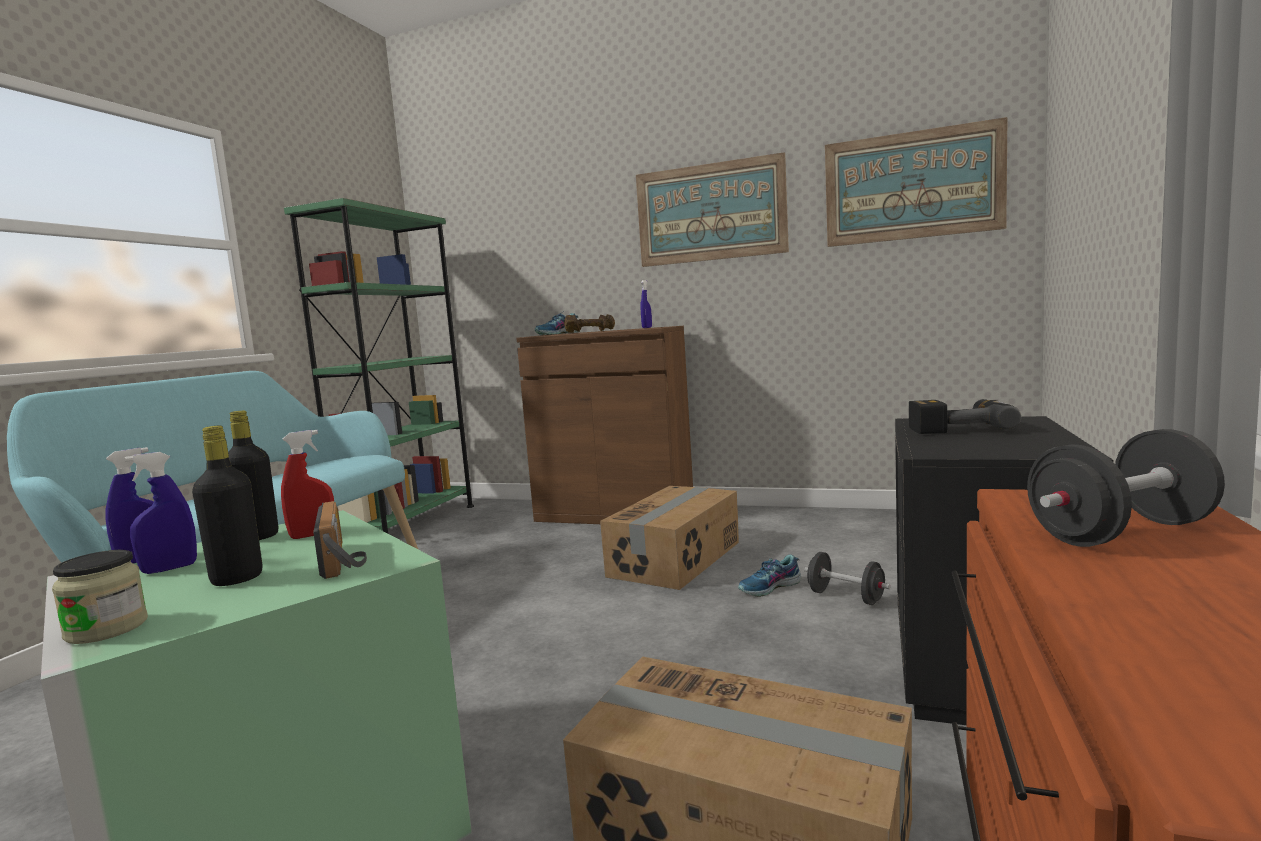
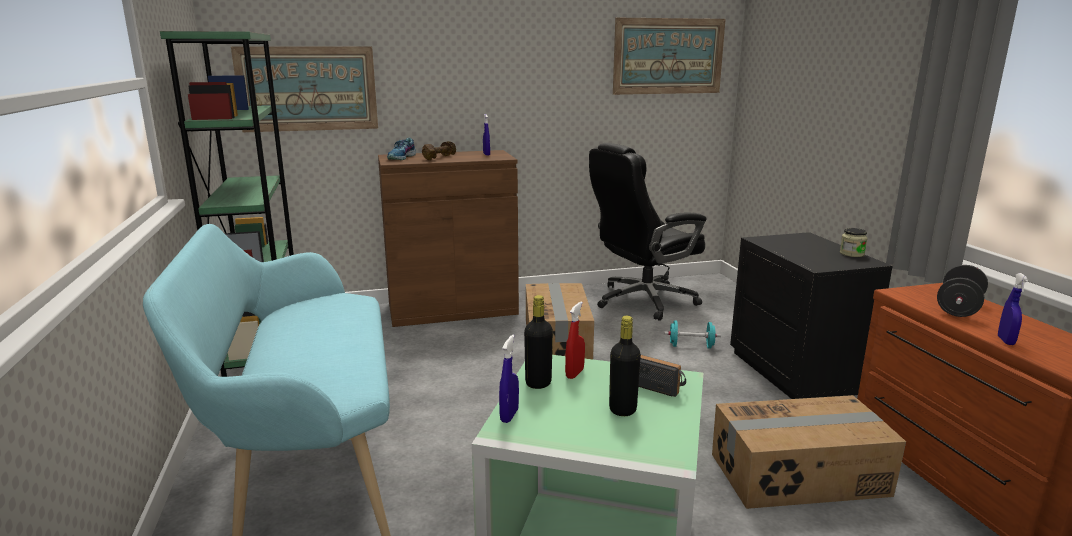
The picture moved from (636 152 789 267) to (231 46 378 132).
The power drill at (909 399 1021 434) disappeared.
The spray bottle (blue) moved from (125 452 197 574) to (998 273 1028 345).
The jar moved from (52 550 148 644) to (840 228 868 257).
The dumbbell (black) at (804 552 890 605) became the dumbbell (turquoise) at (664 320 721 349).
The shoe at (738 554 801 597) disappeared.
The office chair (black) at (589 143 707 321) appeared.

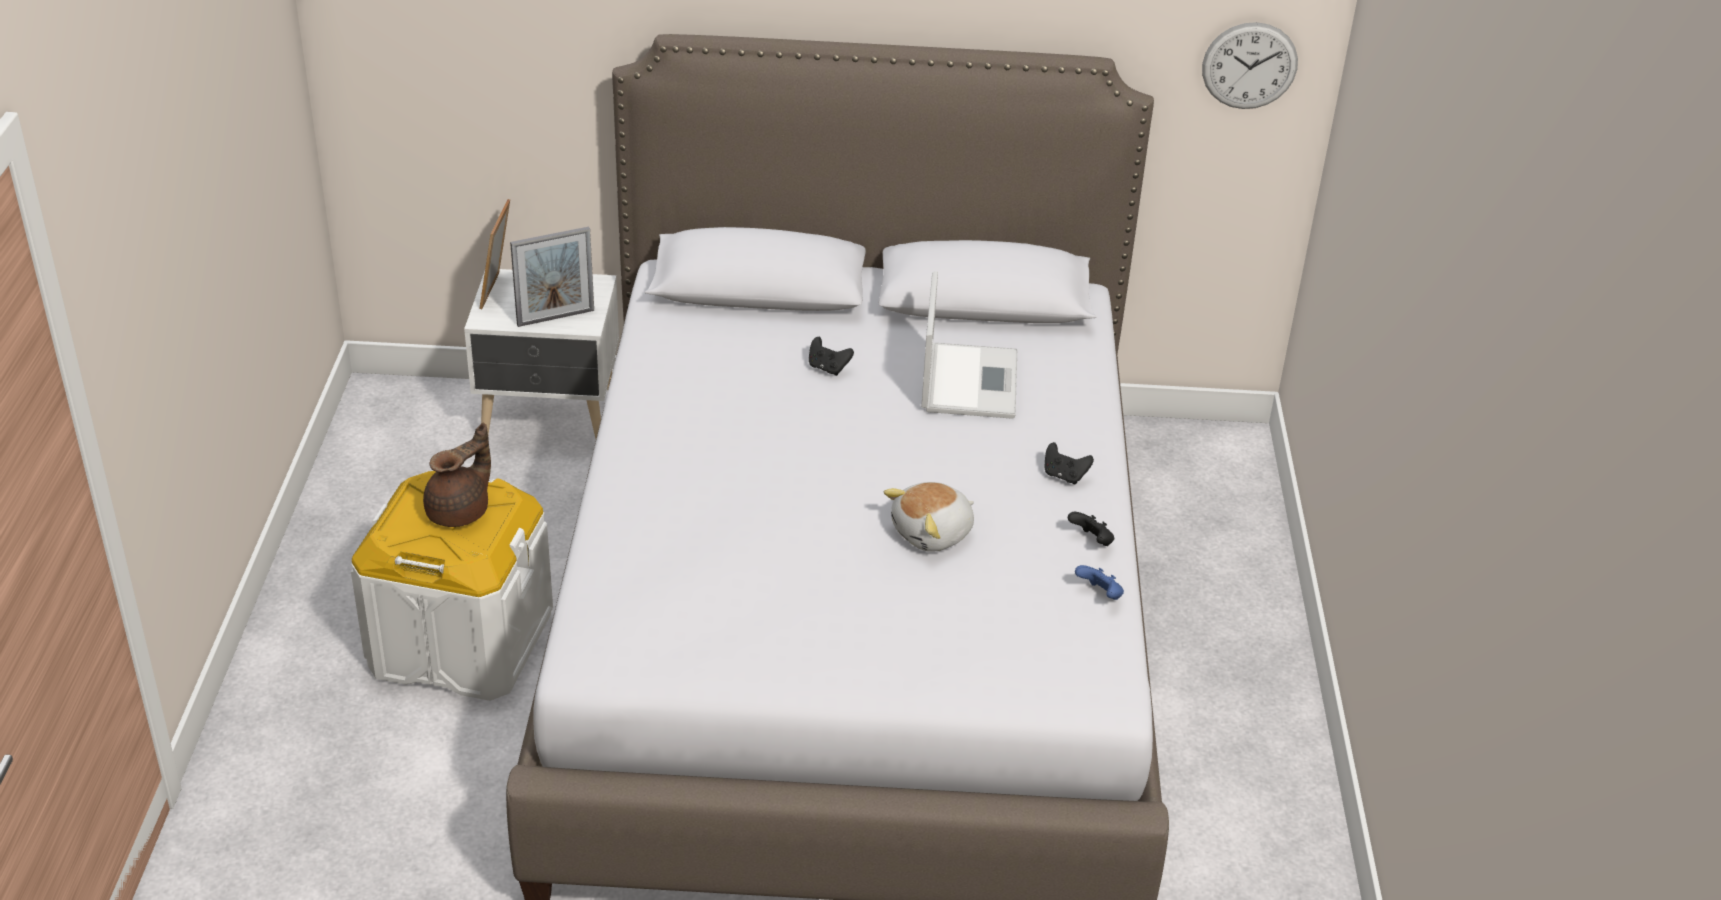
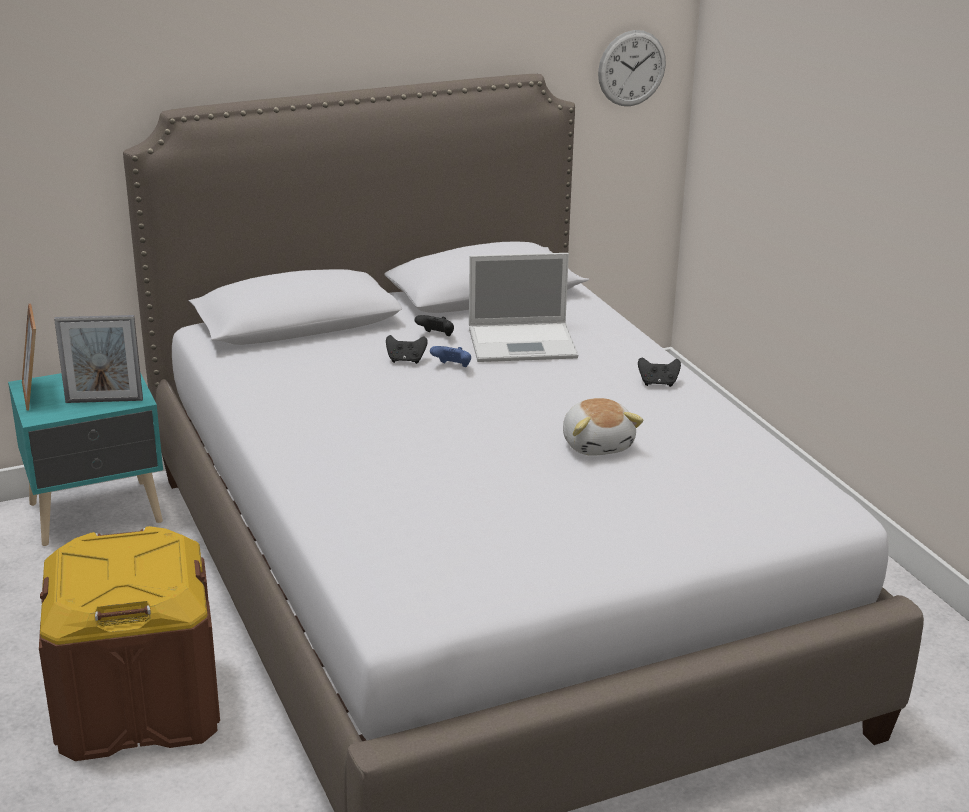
The picture frame at (510 227 594 327) turned 45 degrees clockwise.
The nightstand (white) at (464 269 619 438) became the nightstand (turquoise) at (8 373 163 546).
The laptop at (921 271 1017 419) turned 105 degrees clockwise.
The teapot (brown) at (423 423 491 527) disappeared.
The storage box (white) at (351 471 553 701) became the storage box (brown) at (39 526 220 761).
The plush toy at (884 482 974 552) turned 45 degrees counterclockwise.
The game controller (black) moved from (1068 512 1114 546) to (415 315 454 336).
The game controller (blue) moved from (1075 565 1124 600) to (430 346 471 367).

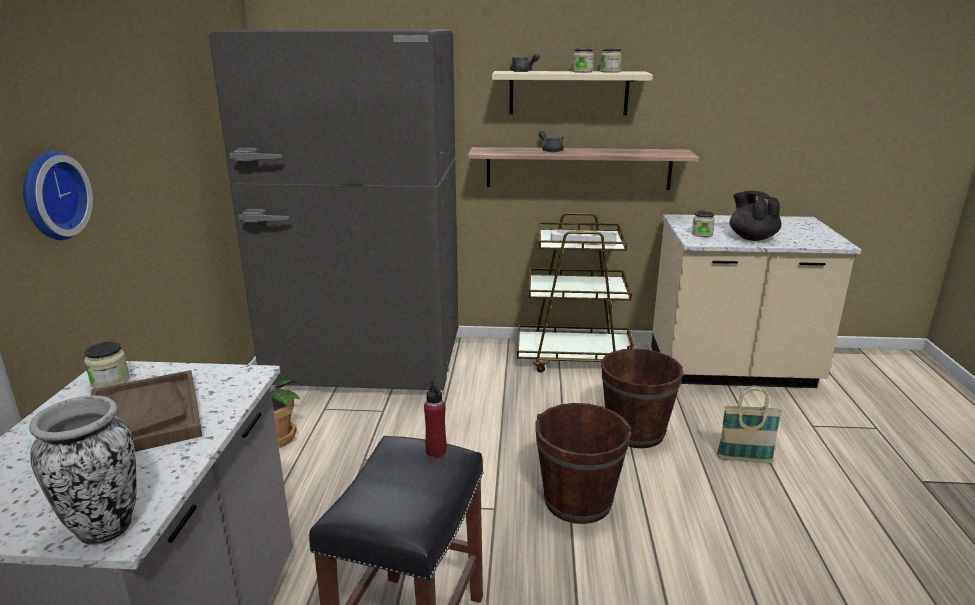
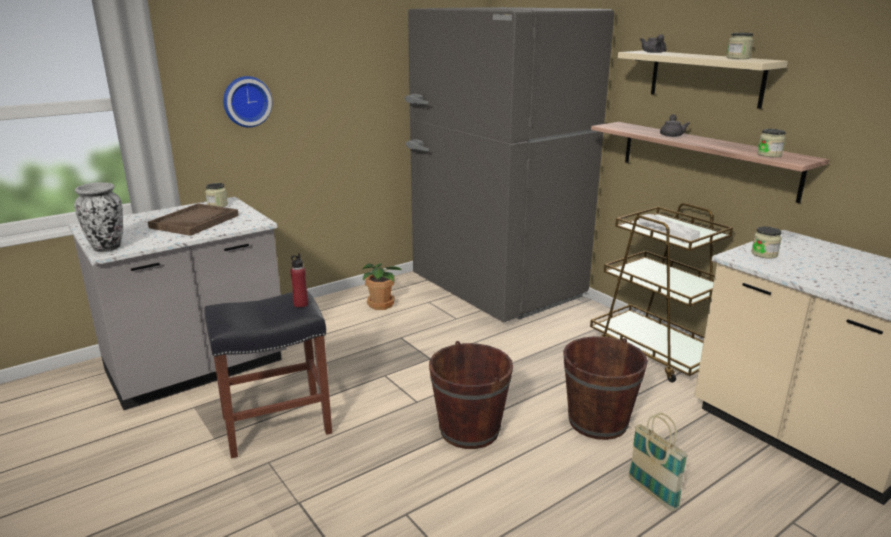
The jar moved from (573 49 594 73) to (757 129 786 157).
The teapot (black) at (730 191 781 241) disappeared.

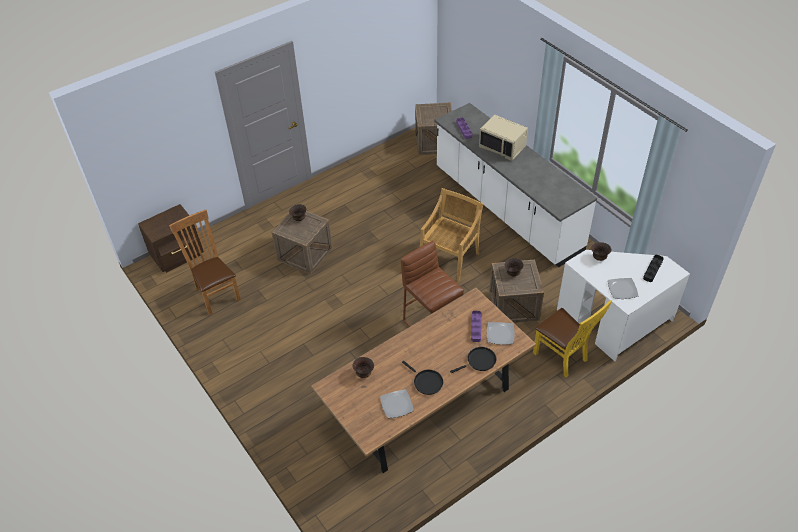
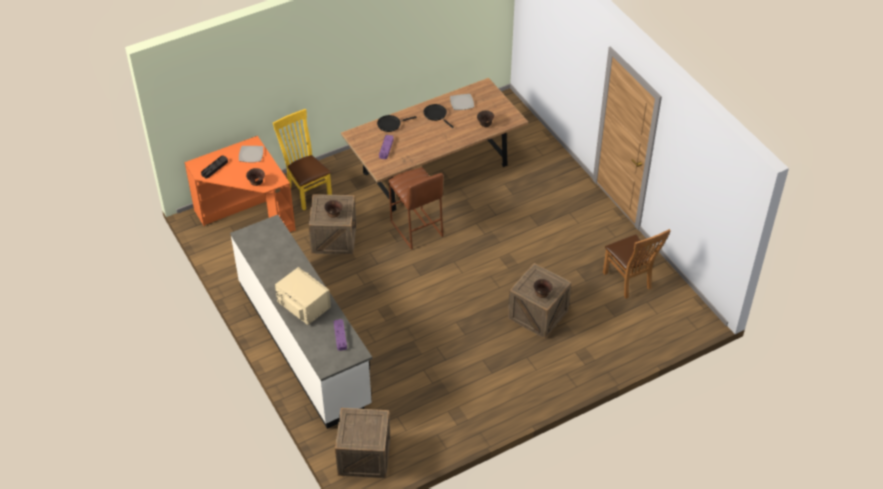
The chair (beige) at (420 188 484 281) disappeared.
The nightstand (brown) at (138 204 204 273) disappeared.
The desk (white) at (557 250 690 361) became the desk (orange) at (185 136 296 232).
The plate at (487 322 515 345) disappeared.

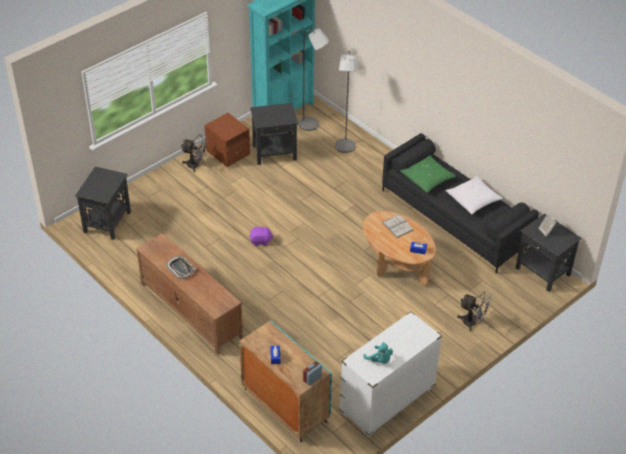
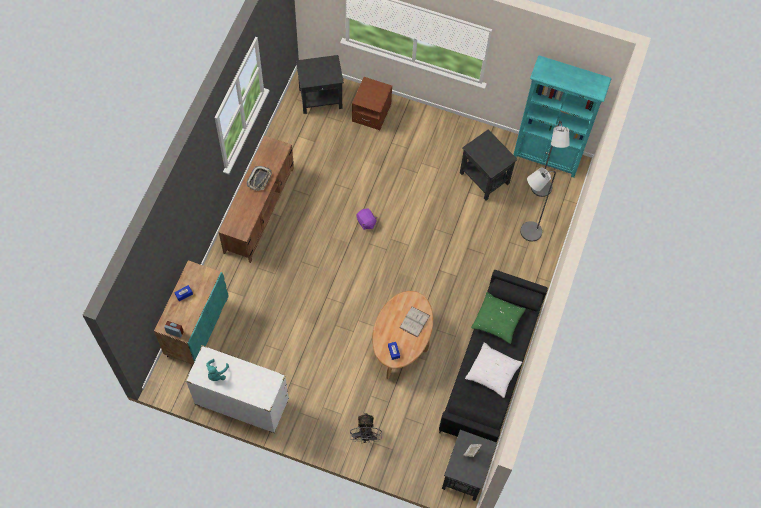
The nightstand (brown) moved from (204 113 250 167) to (352 77 392 131).
The fan (grey) at (181 134 208 172) disappeared.

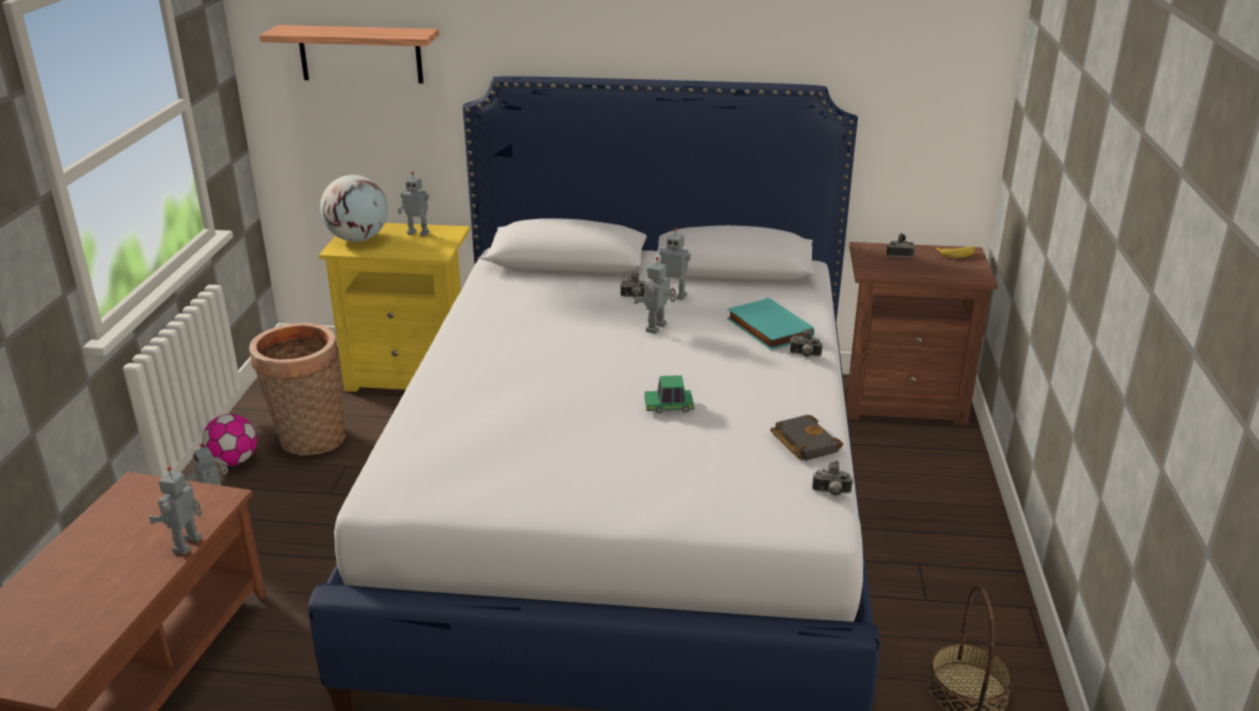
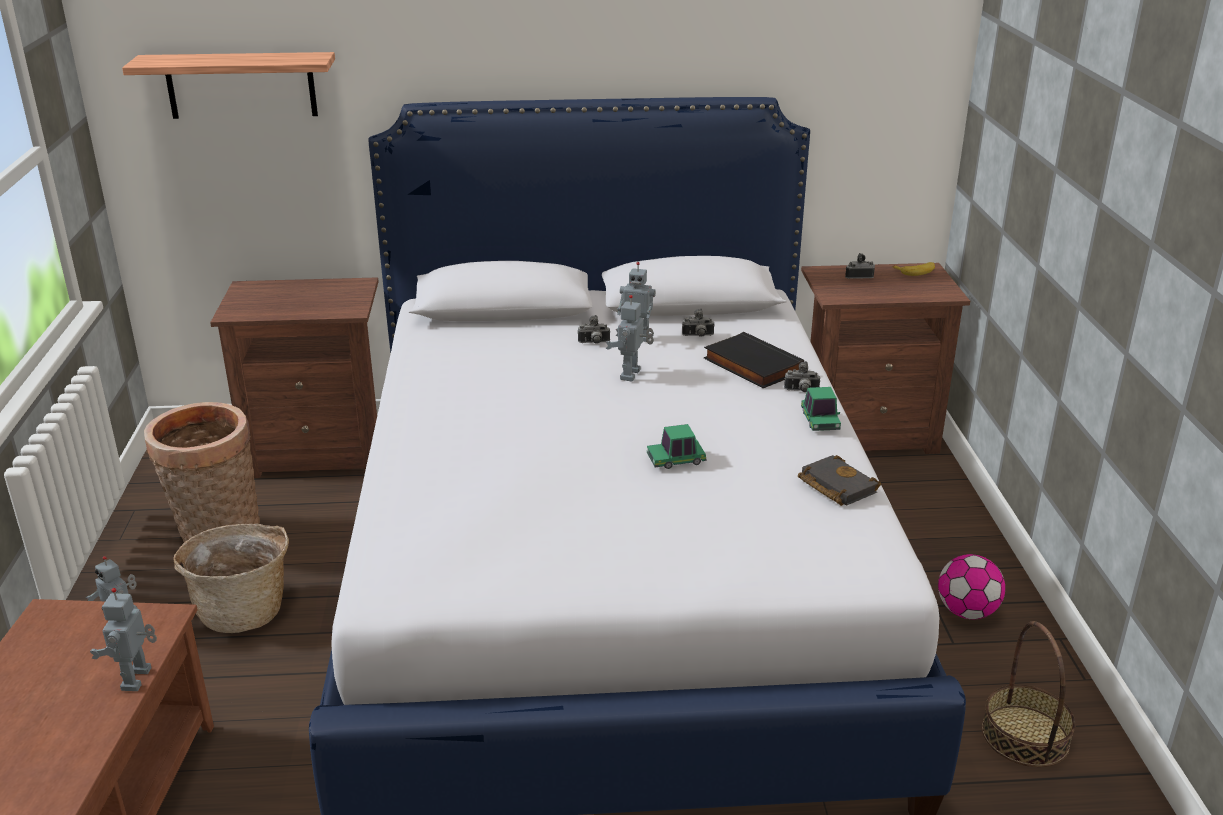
The toy robot at (398 172 430 236) disappeared.
The globe at (320 175 388 242) disappeared.
The nightstand (yellow) at (319 223 470 392) became the nightstand (brown) at (210 277 379 478).
The book (turquoise) at (727 298 814 350) became the book (black) at (704 332 804 388).
The football moved from (202 414 257 466) to (938 554 1005 619).
The photo camera moved from (812 461 853 496) to (682 309 715 337).
The toy car at (801 387 841 431) appeared.
The basket at (174 524 289 633) appeared.

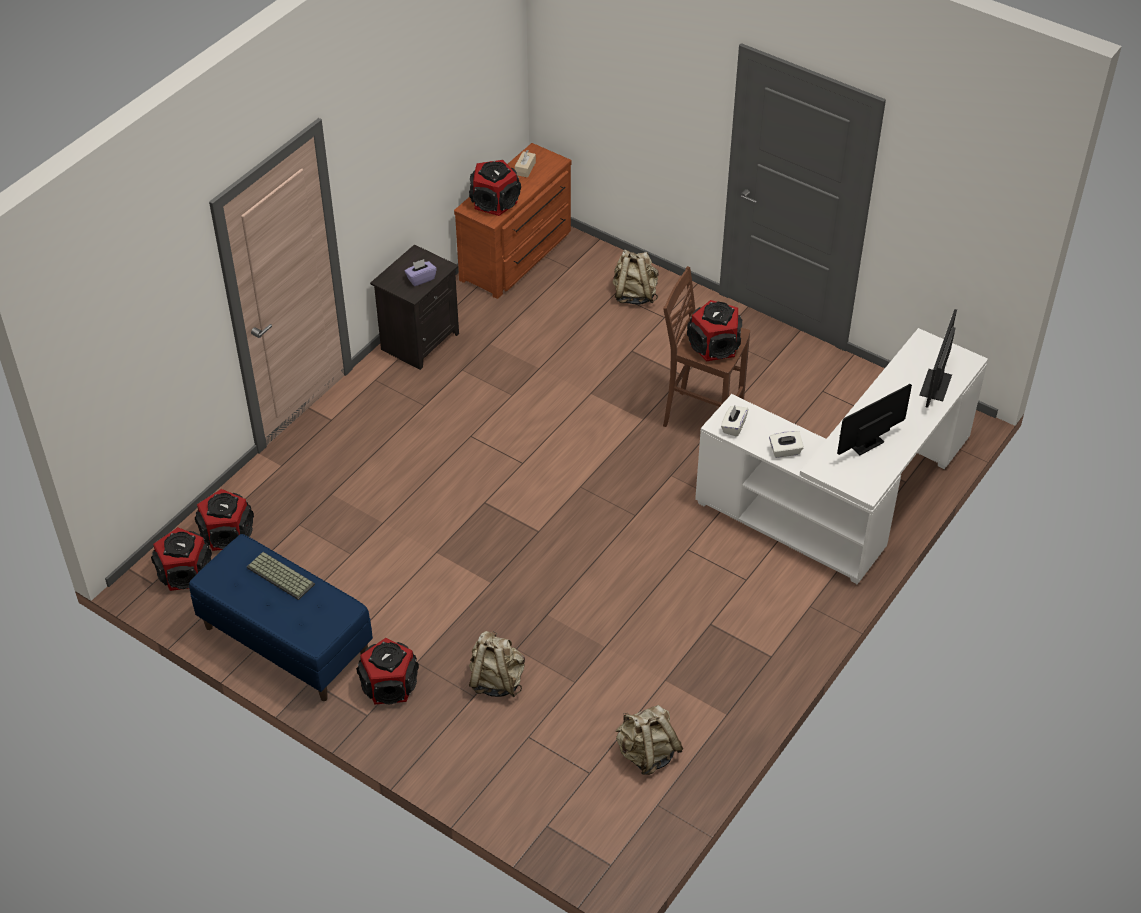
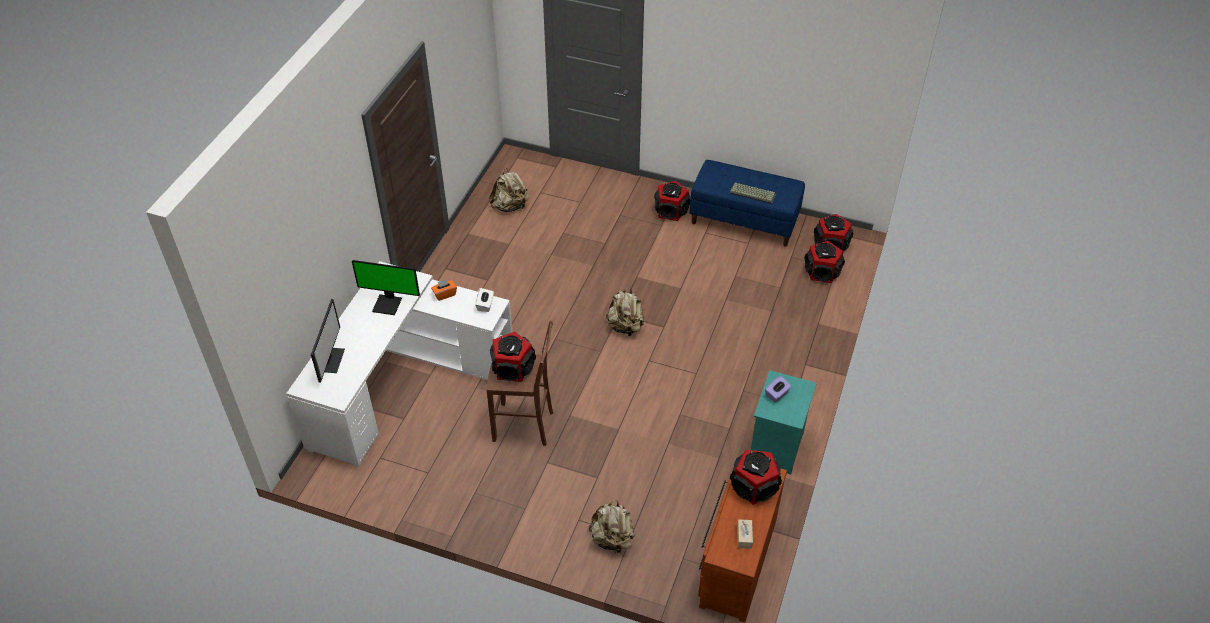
The nightstand (black) at (370 244 459 370) became the nightstand (turquoise) at (751 370 817 474).
The monitor at (837 384 912 455) turned 60 degrees clockwise.
The tissue box (white) at (769 431 804 458) became the tissue box (orange) at (431 279 457 301).
The backpack (beige) moved from (469 631 525 697) to (606 288 644 336).

